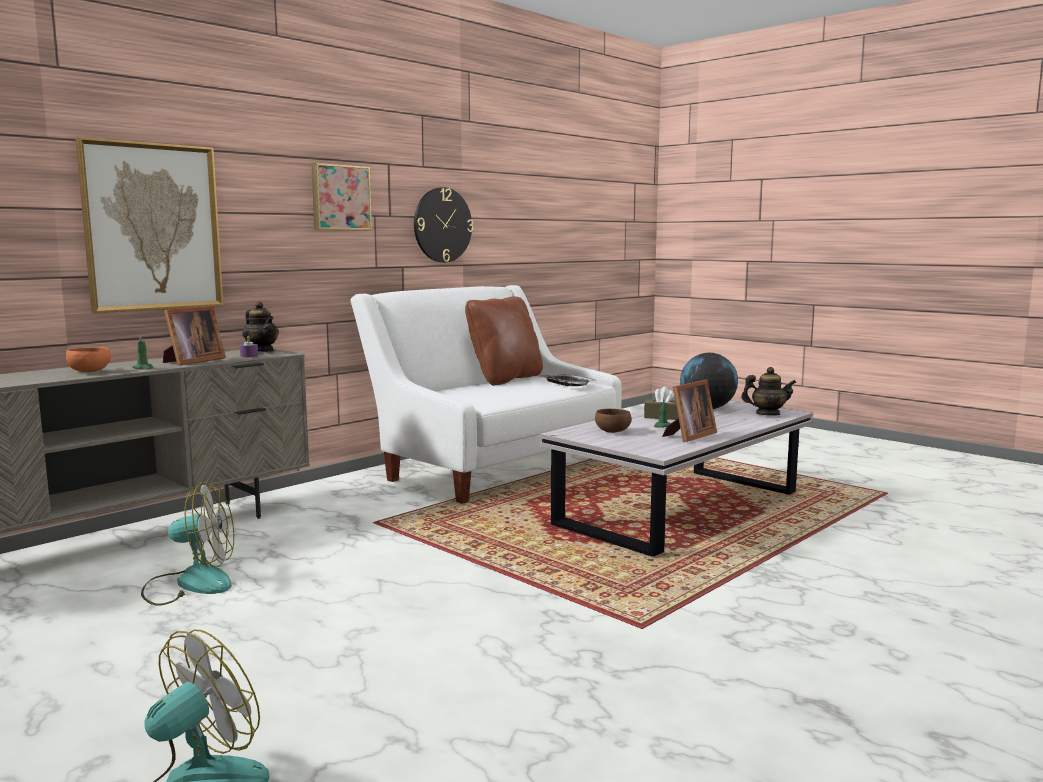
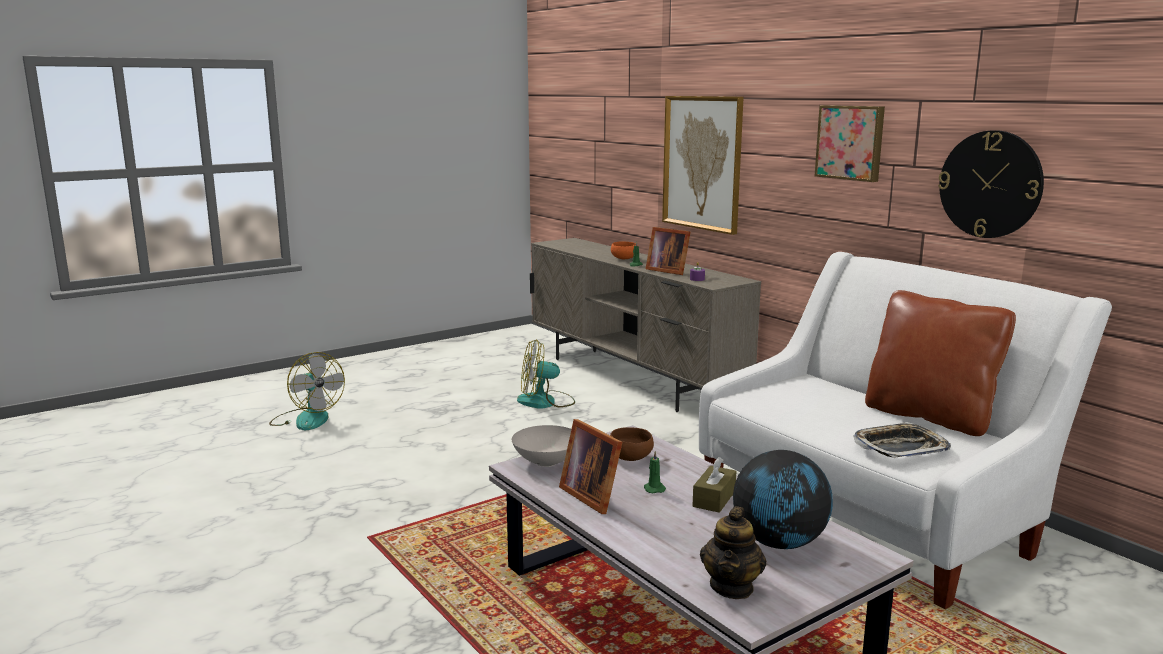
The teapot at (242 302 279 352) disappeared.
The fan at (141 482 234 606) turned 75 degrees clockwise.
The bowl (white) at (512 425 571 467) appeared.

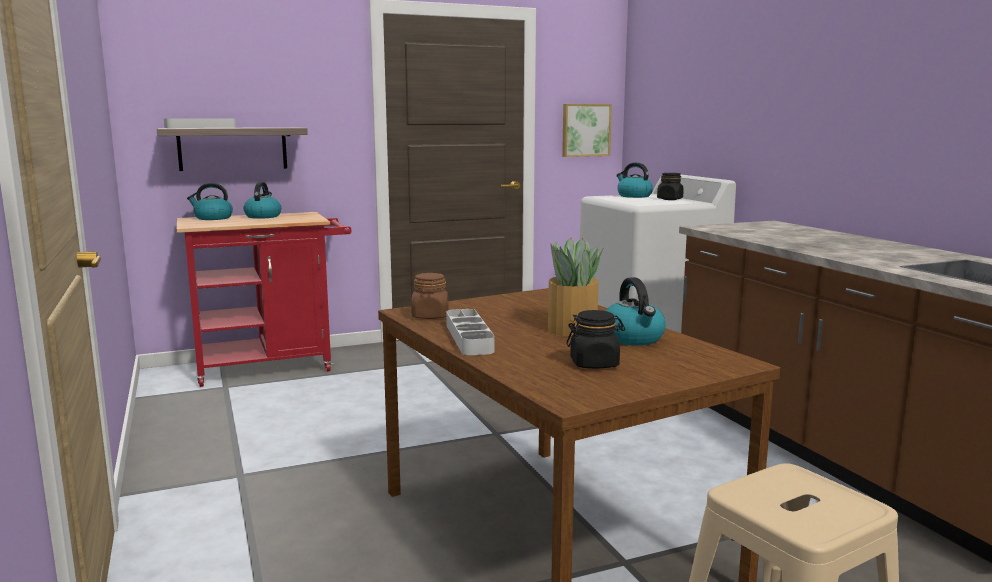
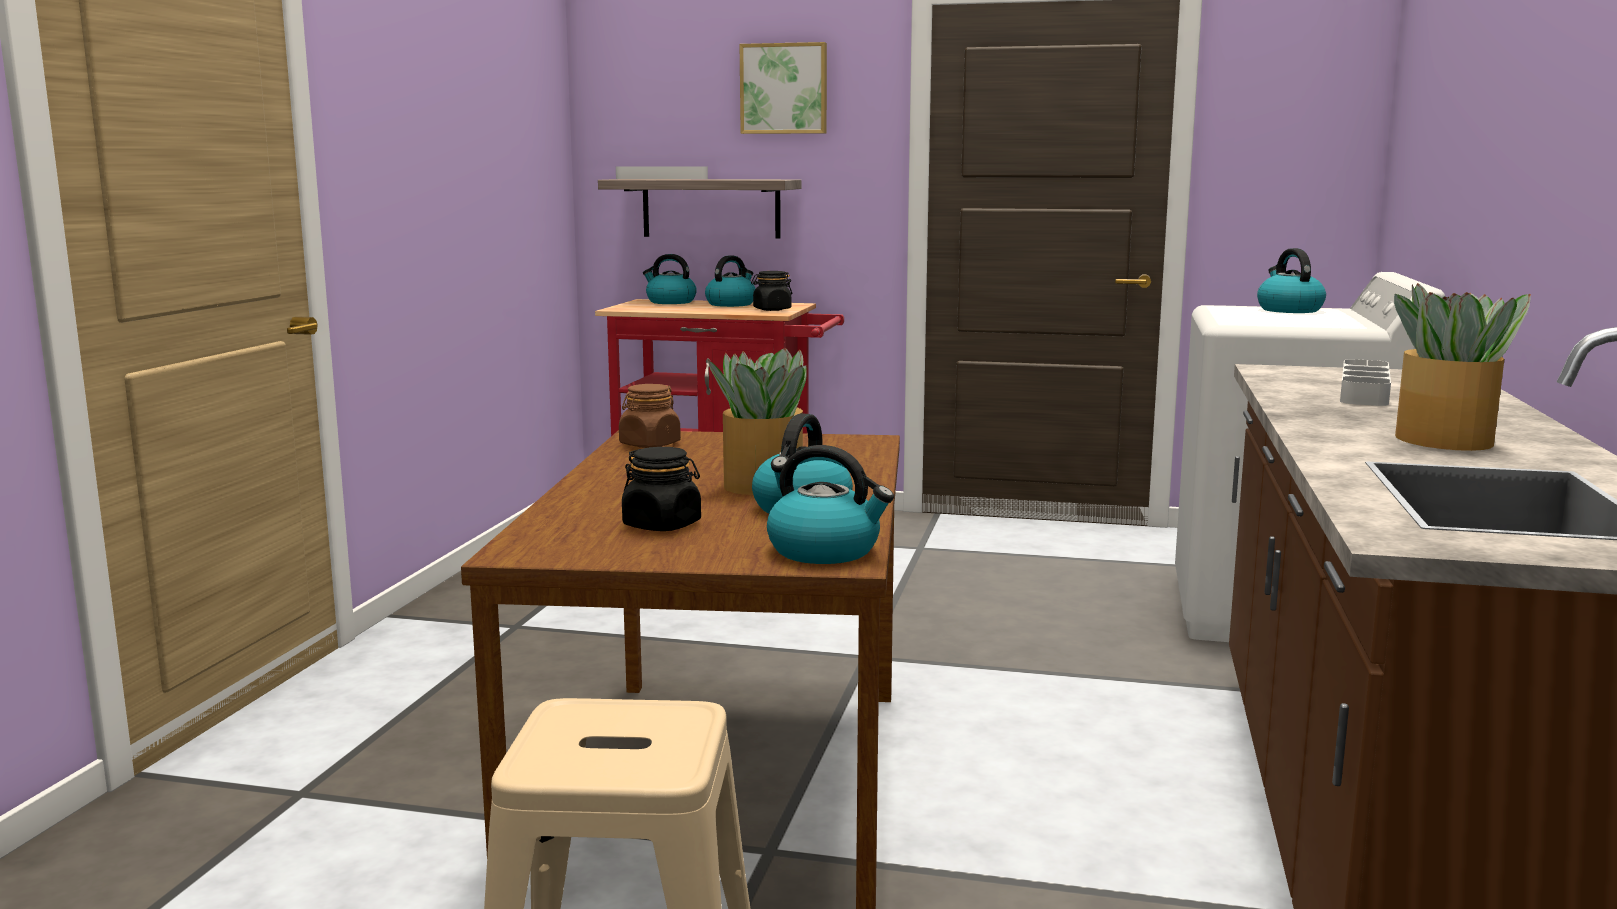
The picture moved from (562 104 612 157) to (740 42 827 134).
The jar (black) moved from (657 173 684 200) to (751 271 792 311).
The tray (grey) moved from (446 309 495 355) to (1340 359 1391 406).
The potted plant at (1394 283 1531 451) appeared.
The kettle at (767 445 894 564) appeared.

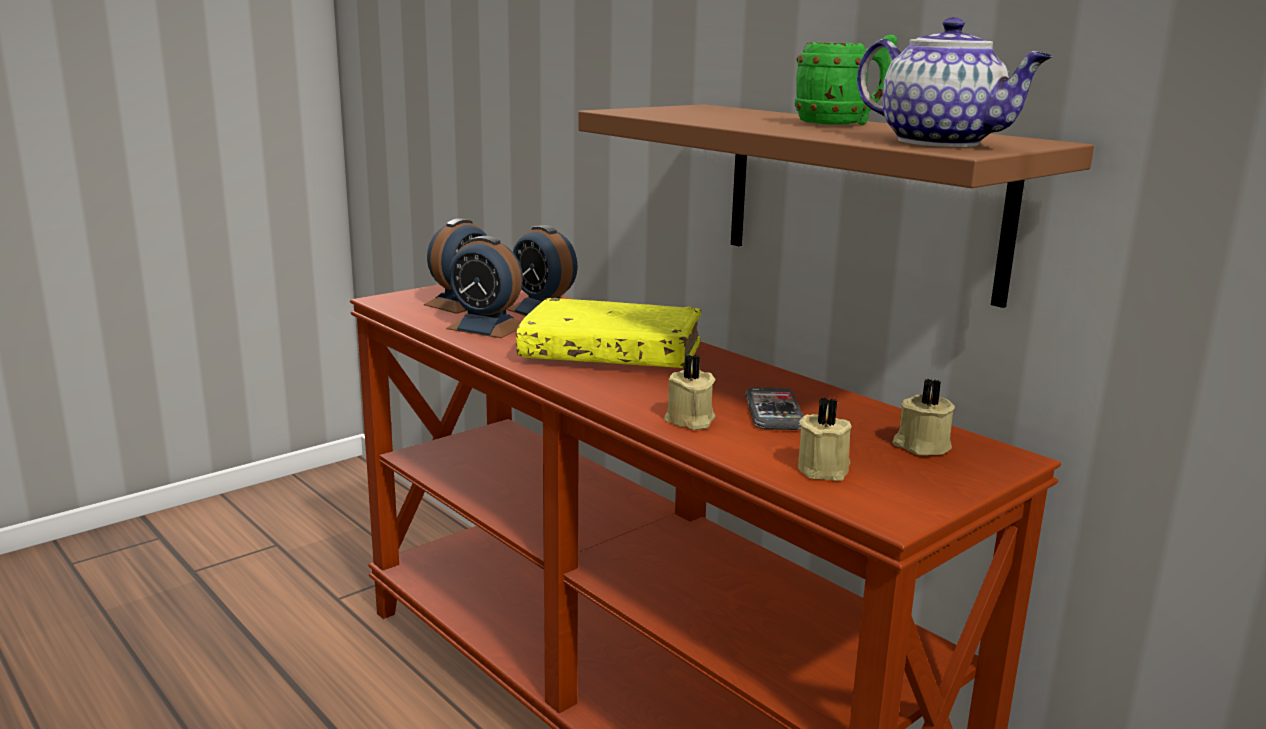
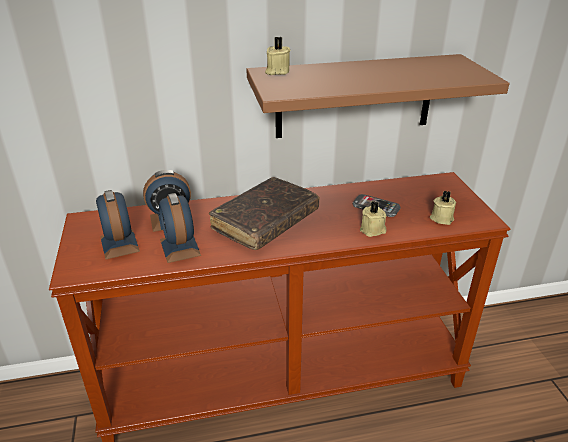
The teapot at (857 17 1052 147) disappeared.
The mug (green) at (795 35 897 125) disappeared.
The alarm clock at (446 236 523 338) turned 105 degrees clockwise.
The book (yellow) at (516 298 702 368) became the book (brown) at (209 177 320 250).
The candle (beige) moved from (892 379 955 455) to (265 37 290 75).

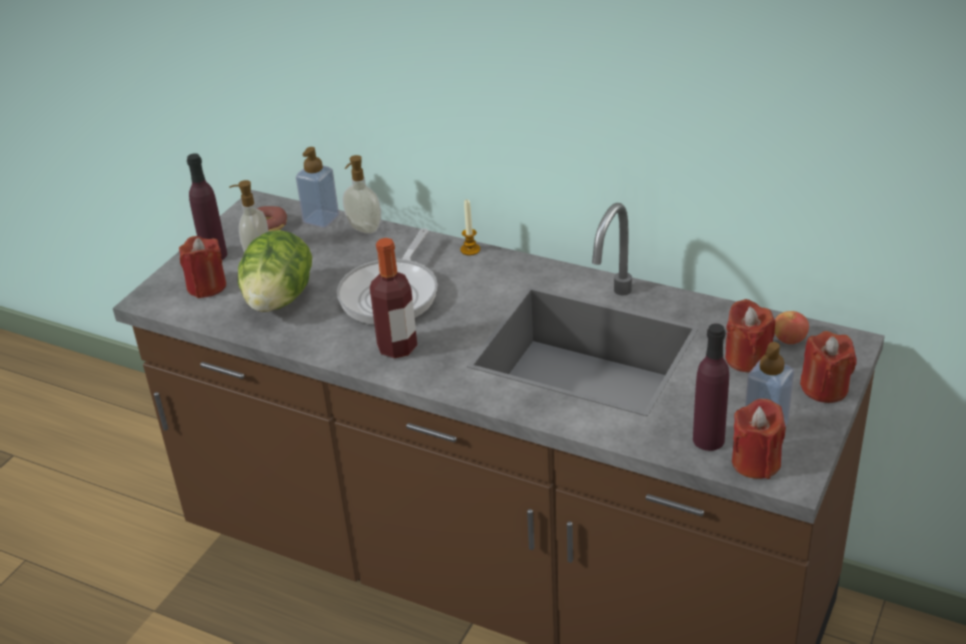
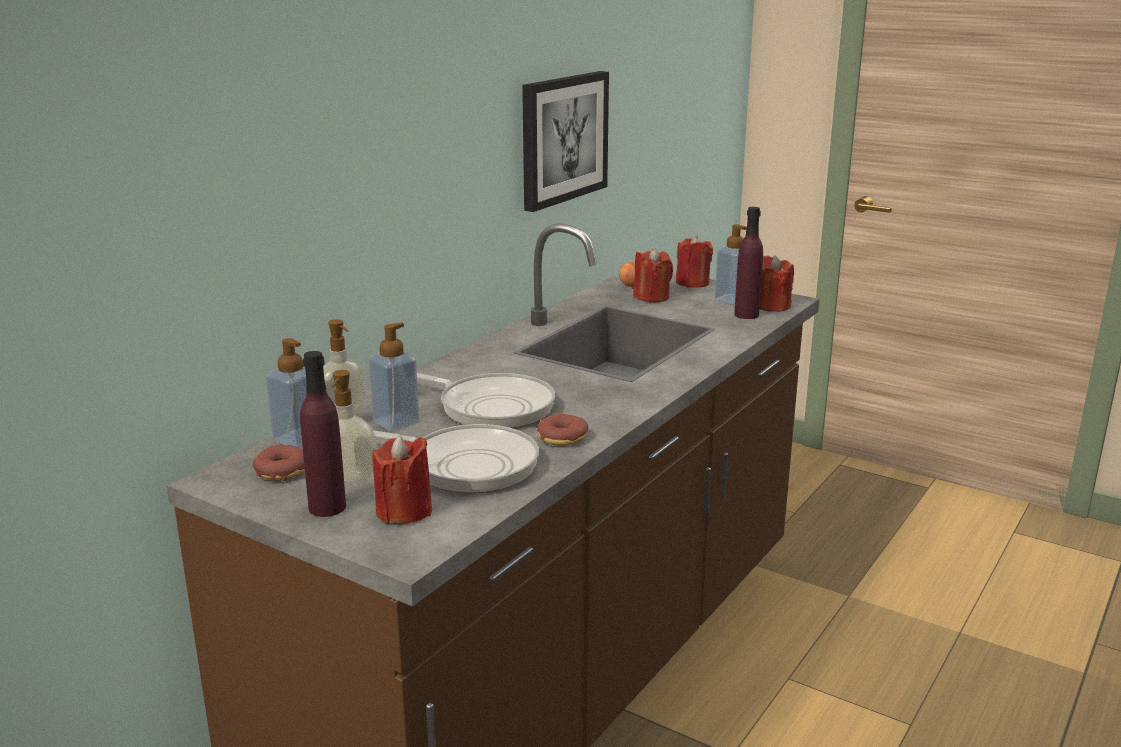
The candle at (460 200 480 256) disappeared.
The lettuce at (238 230 312 312) was replaced by the frying pan at (373 424 539 493).
The bottle at (370 238 417 358) disappeared.
The picture at (522 71 609 212) appeared.
The soap dispenser at (368 322 419 431) appeared.
The donut at (537 414 588 446) appeared.

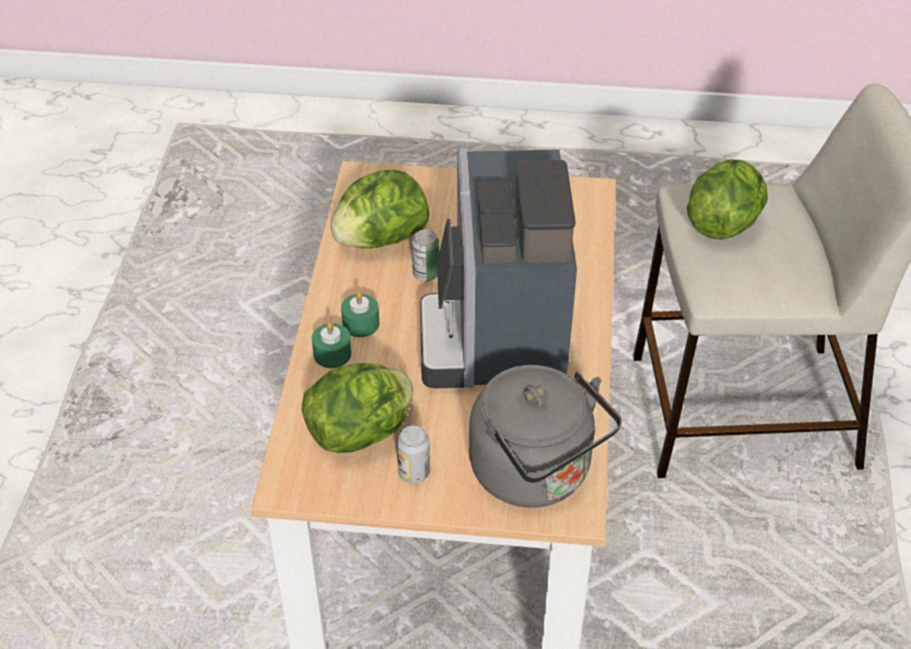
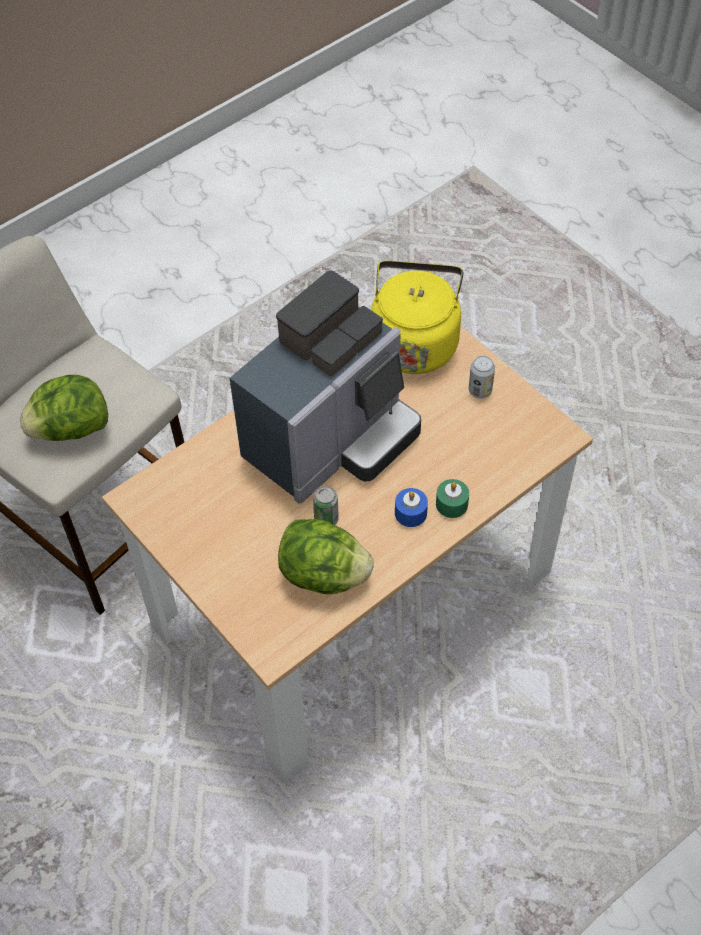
The candle (green) at (341 292 379 337) became the candle (blue) at (395 488 428 527).
The lettuce at (302 363 413 453) disappeared.
The kettle (grey) at (469 365 622 508) became the kettle (yellow) at (371 261 463 374).

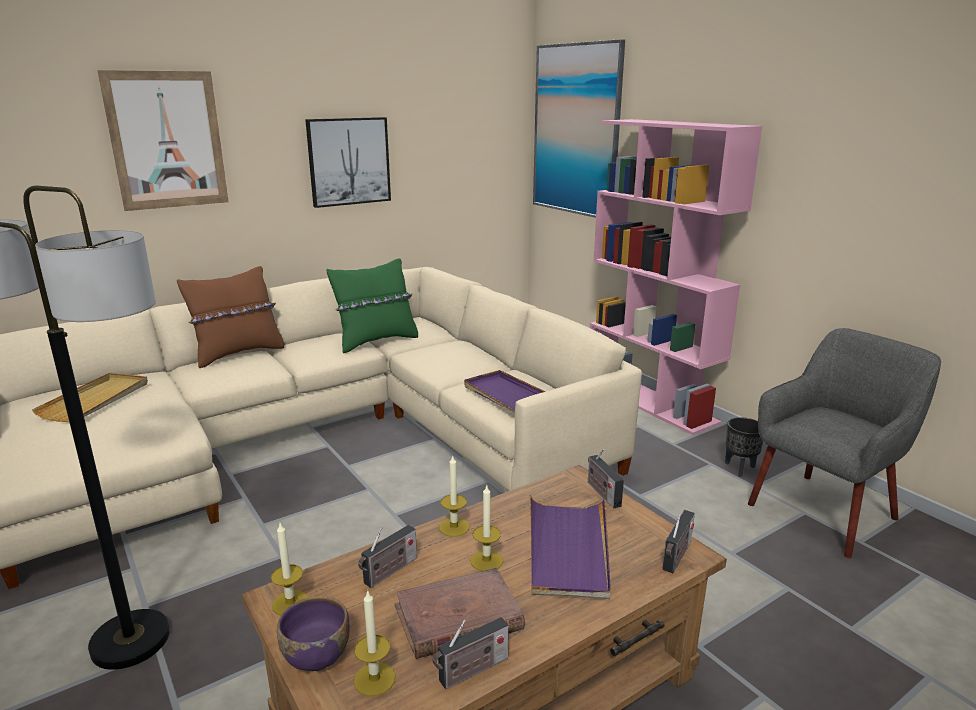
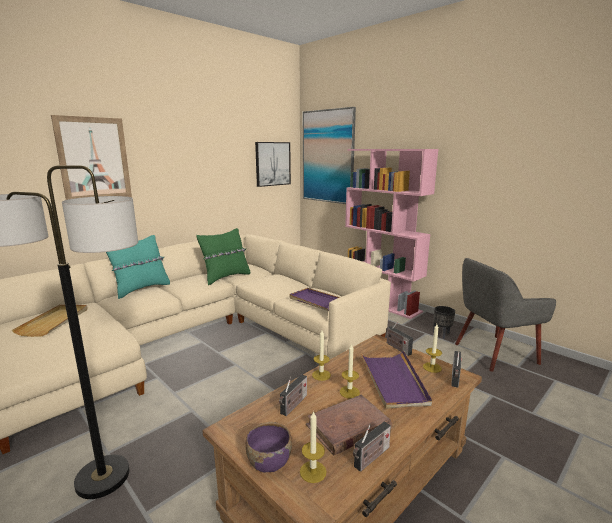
The picture moved from (305 117 391 208) to (255 142 291 187).
The pillow (brown) at (177 266 284 368) became the pillow (turquoise) at (106 235 170 299).
The armchair (grey) at (748 328 941 558) turned 150 degrees counterclockwise.
The candle moved from (271 523 308 615) to (423 324 442 373).

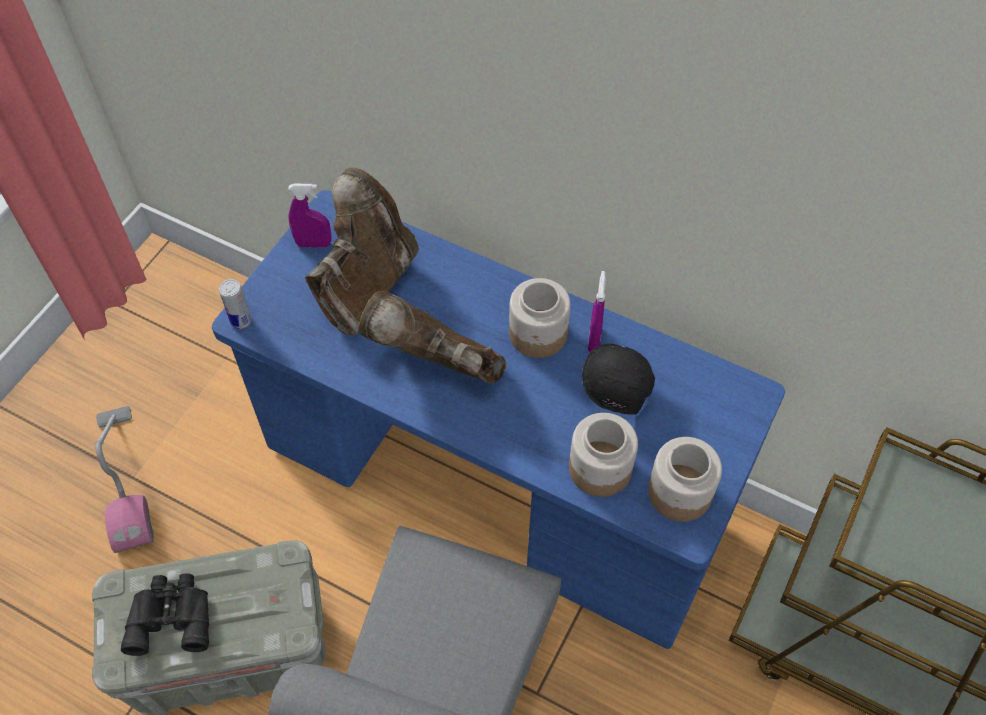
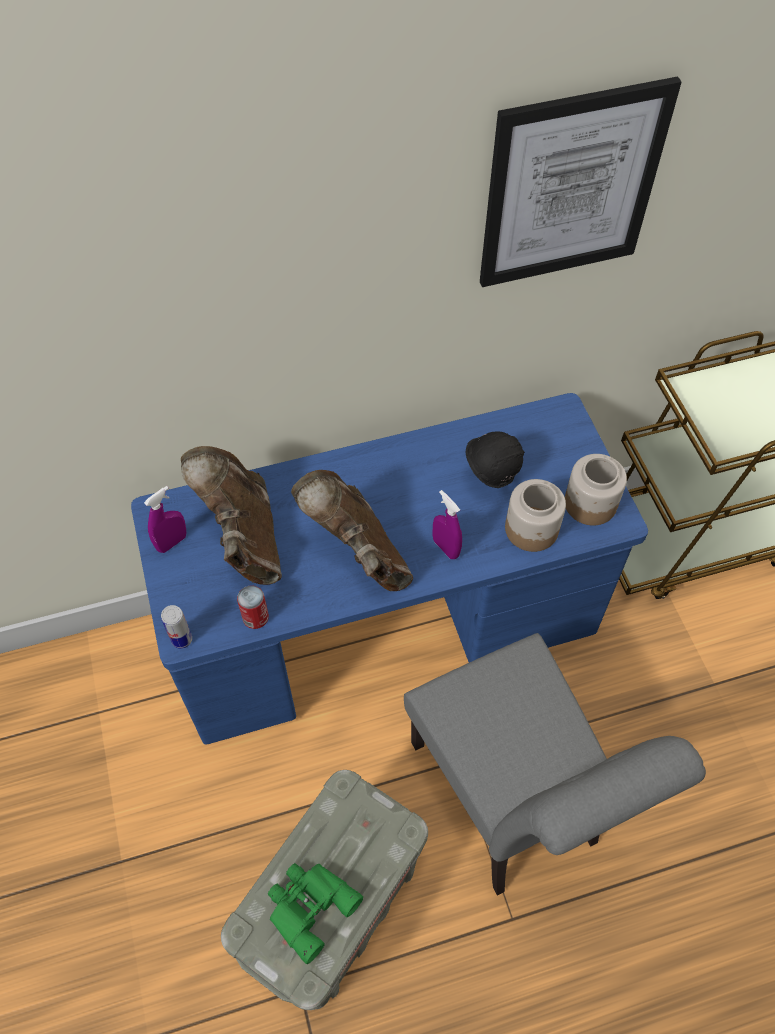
The spray bottle (purple) moved from (588 271 606 352) to (432 490 462 559).
The jar at (509 278 571 358) disappeared.
The boot (brown) at (358 290 506 384) turned 75 degrees clockwise.
The vacuum cleaner at (95 406 154 553) disappeared.
The binoculars (black) at (121 574 209 656) became the binoculars (green) at (268 863 363 964).
The picture at (480 76 682 287) appeared.
The can at (237 586 269 629) appeared.

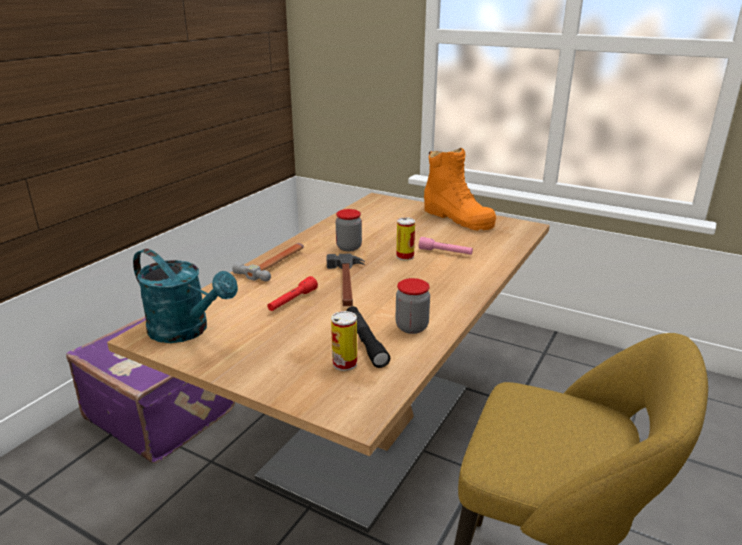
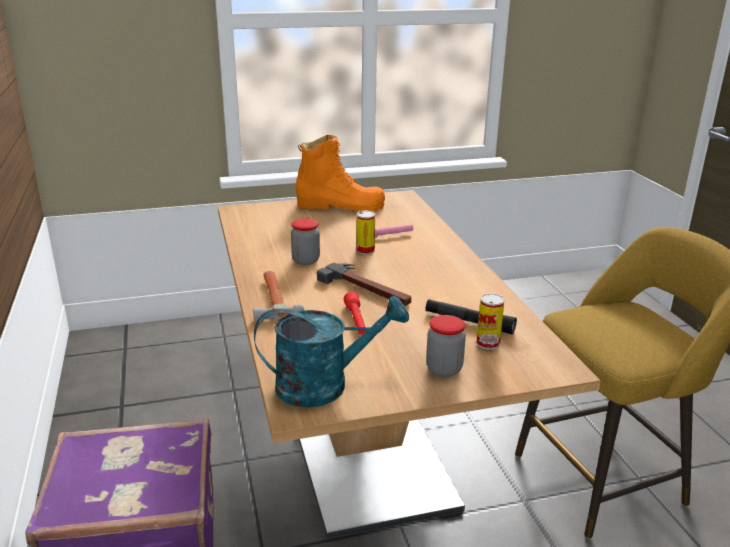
The jar moved from (395 278 430 334) to (426 315 466 377).

